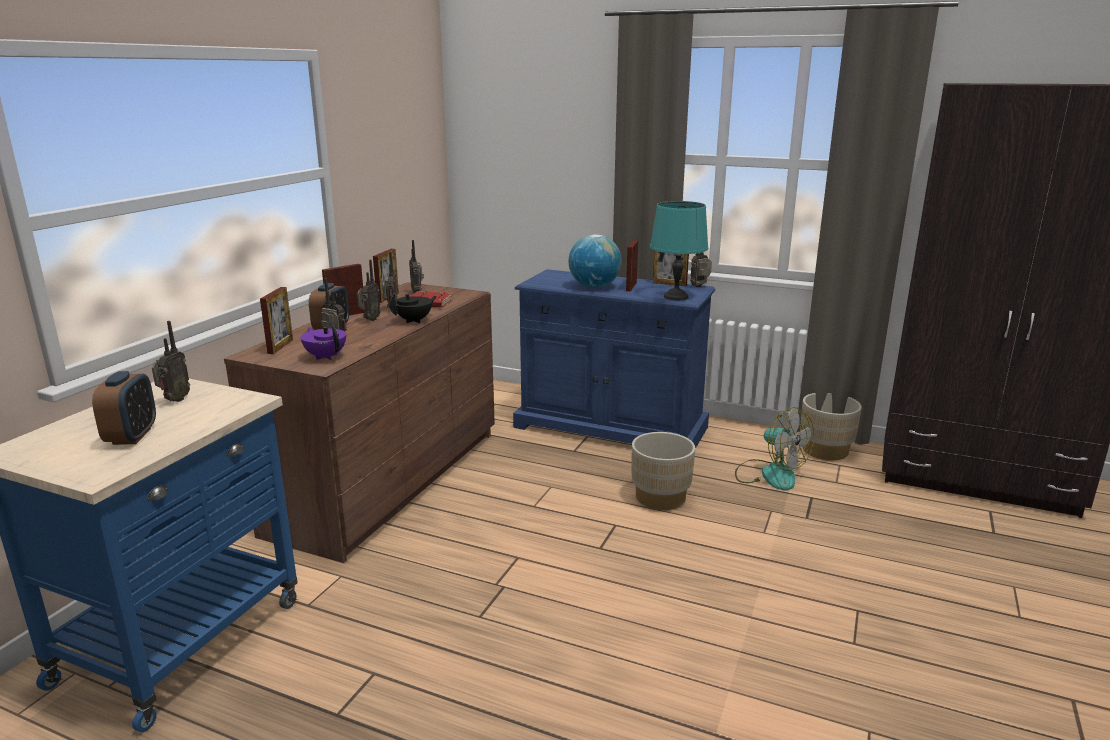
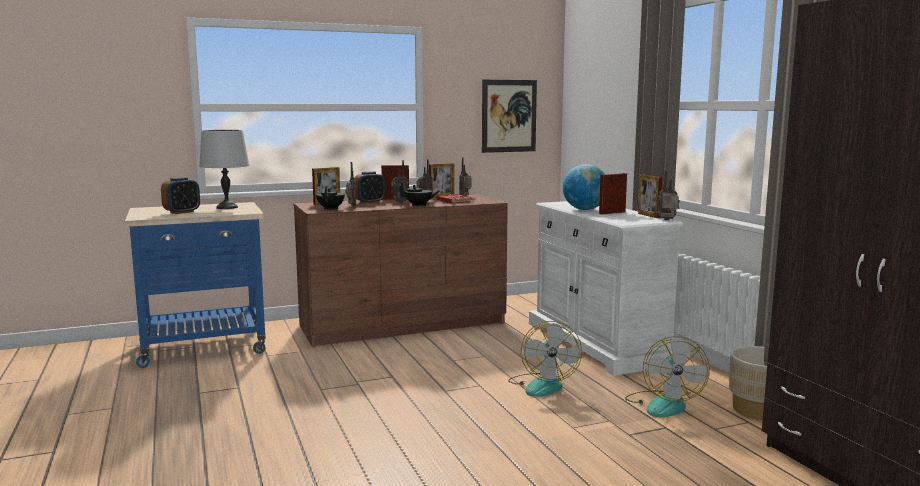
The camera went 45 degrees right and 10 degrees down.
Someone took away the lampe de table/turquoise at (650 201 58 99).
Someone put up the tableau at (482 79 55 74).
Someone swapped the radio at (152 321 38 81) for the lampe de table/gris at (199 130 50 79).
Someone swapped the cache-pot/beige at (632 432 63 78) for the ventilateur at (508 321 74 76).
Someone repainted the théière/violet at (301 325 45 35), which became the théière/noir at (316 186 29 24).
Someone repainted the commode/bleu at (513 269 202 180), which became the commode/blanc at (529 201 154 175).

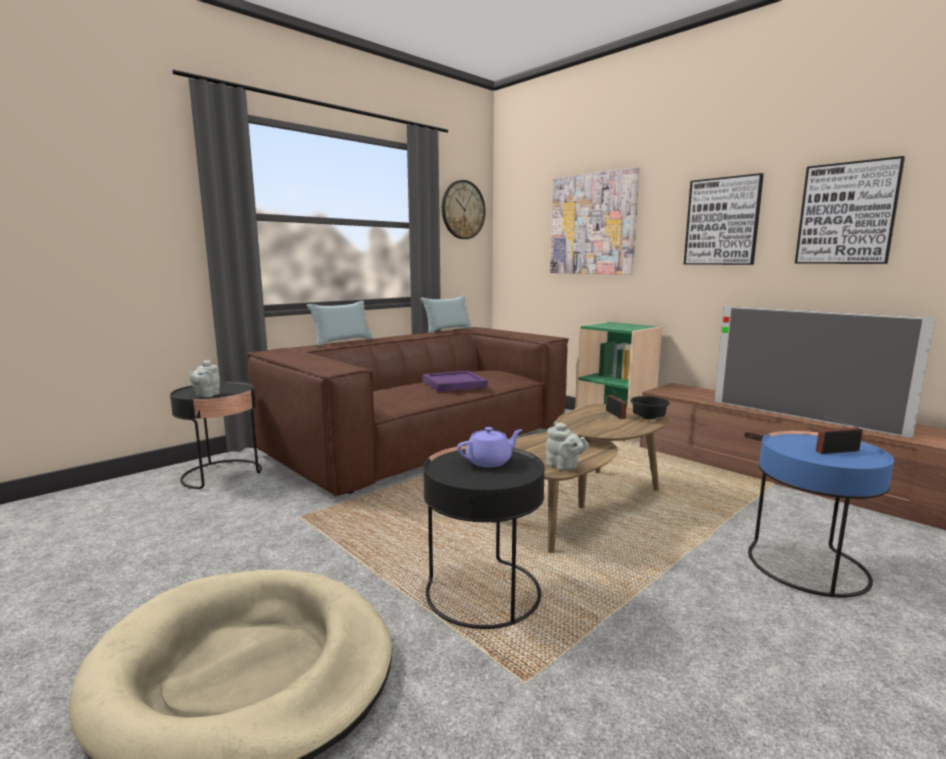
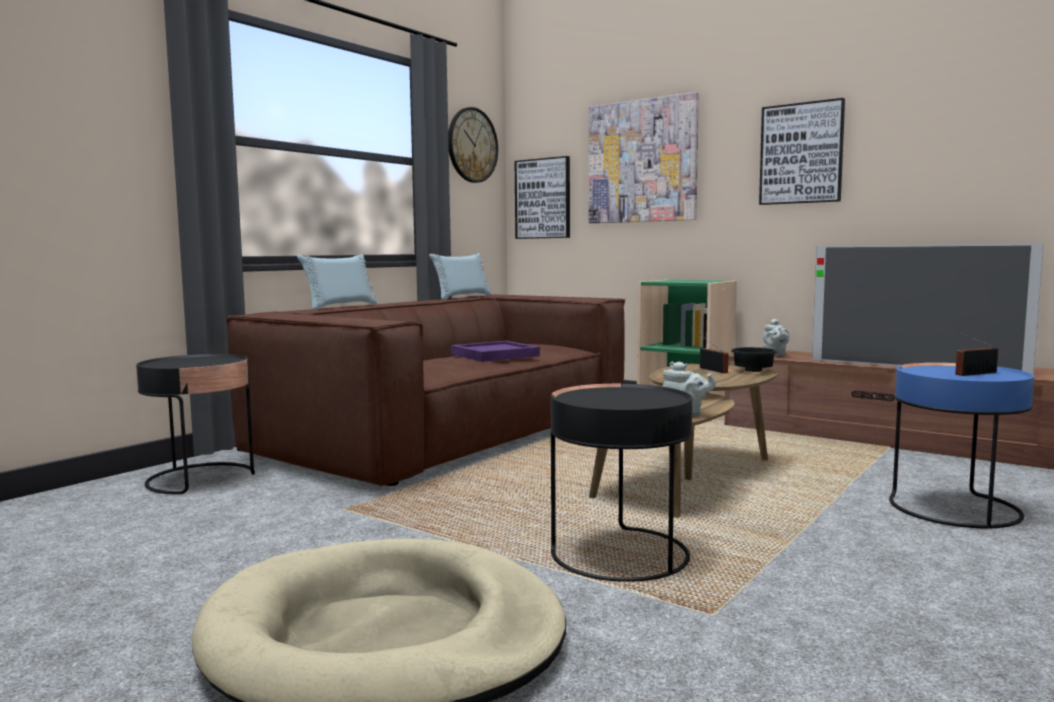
The camera went 10 degrees left and 5 degrees down.
Someone took away the théière/violet at (457 427 65 41).
Someone carried the théière/gris from (188 360 32 38) to (763 319 27 37).
Someone carried the tableau from (795 156 110 108) to (515 156 55 83).

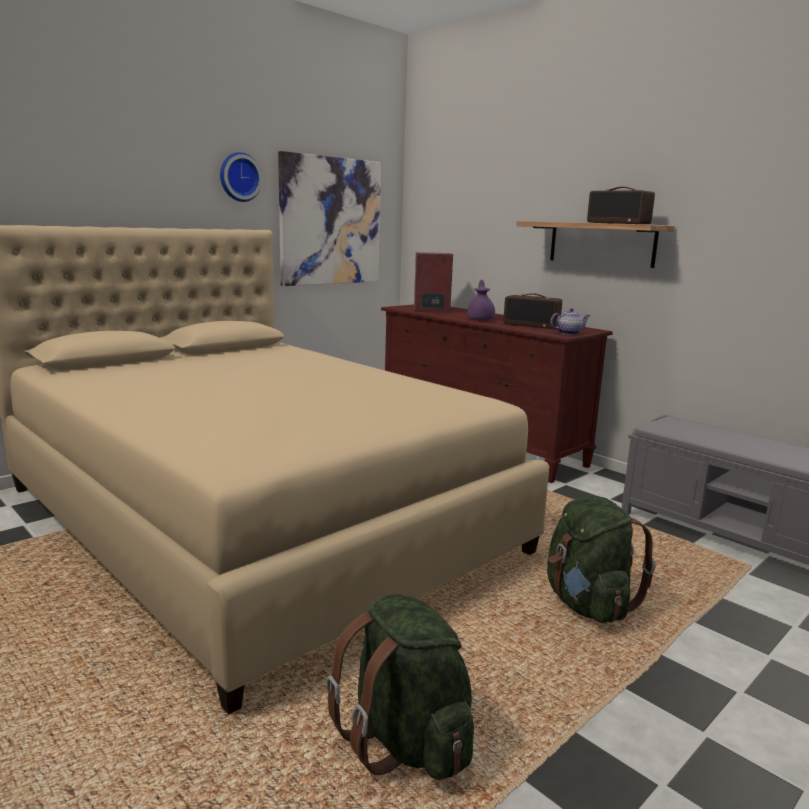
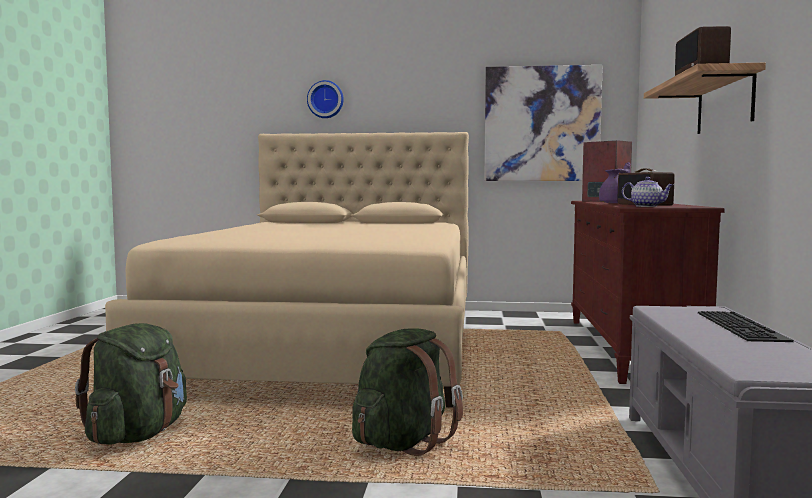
The camera went 50 degrees right and 10 degrees down.
Someone put down the clavier at (698 311 96 31).
Someone carried the horloge murale from (220 152 42 50) to (307 80 37 38).

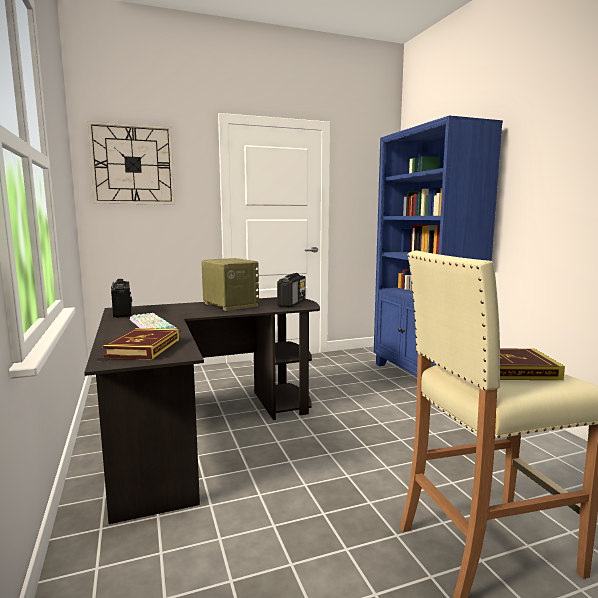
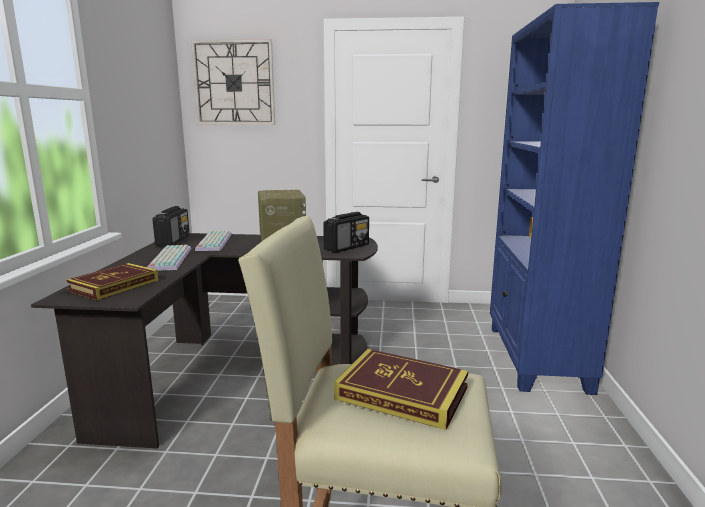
The camera went 25 degrees right and 5 degrees up.
Someone put down the clavier at (195 230 37 21).

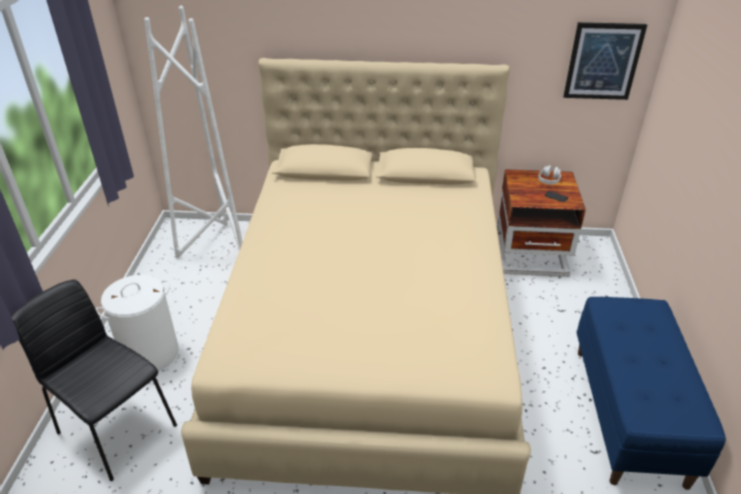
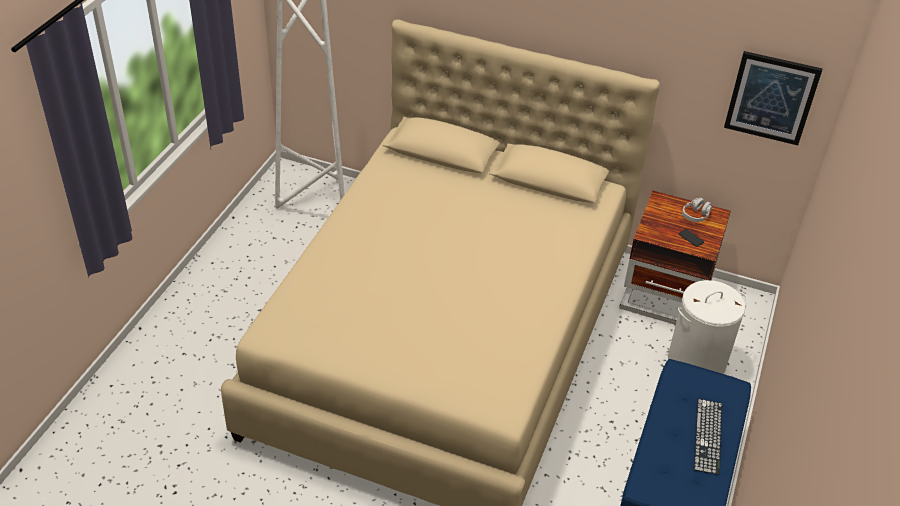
The camera went 15 degrees right and 5 degrees up.
Someone took away the chaise/noir at (11 280 166 201).
Someone put down the clavier at (694 399 28 76).
Someone carried the panier à linge/blanc from (96 275 83 96) to (668 280 80 94).

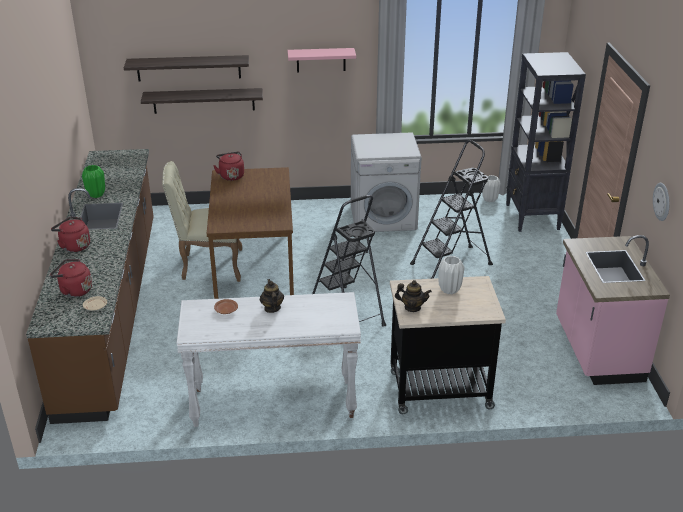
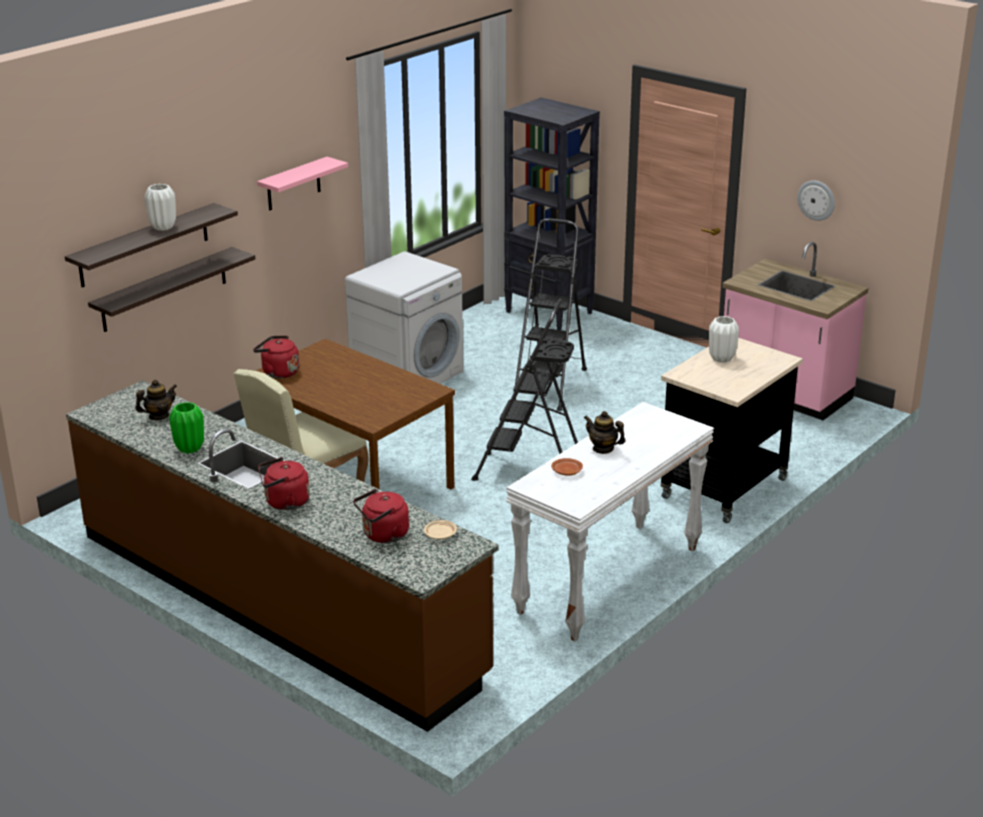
The camera went 45 degrees left and 5 degrees down.
Someone carried the théière from (395 280 37 32) to (135 380 42 40).
Someone carried the vase/blanc from (483 175 17 27) to (144 184 32 47).

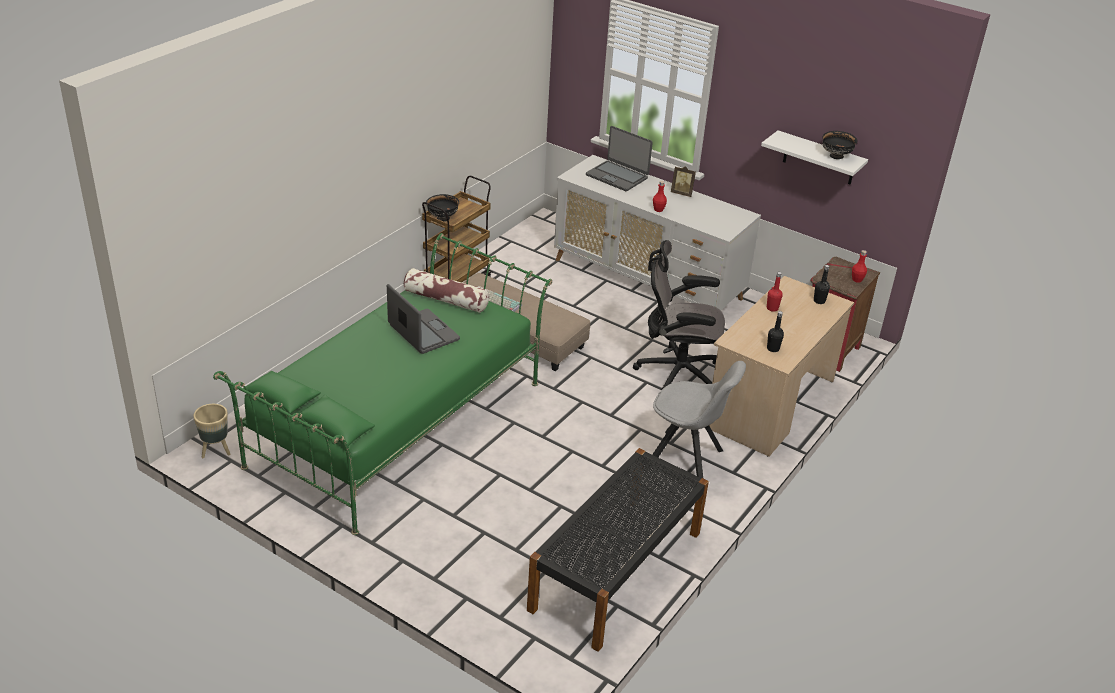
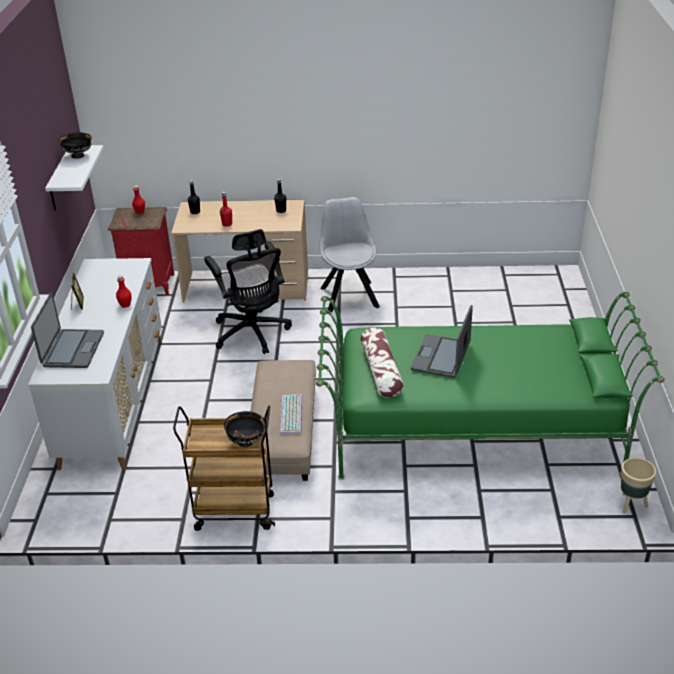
The camera went 120 degrees left and 0 degrees up.
Someone took away the banc/noir at (527 448 182 204).

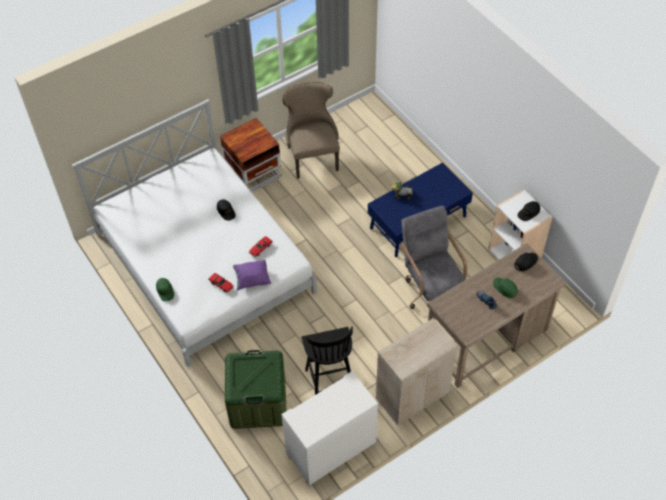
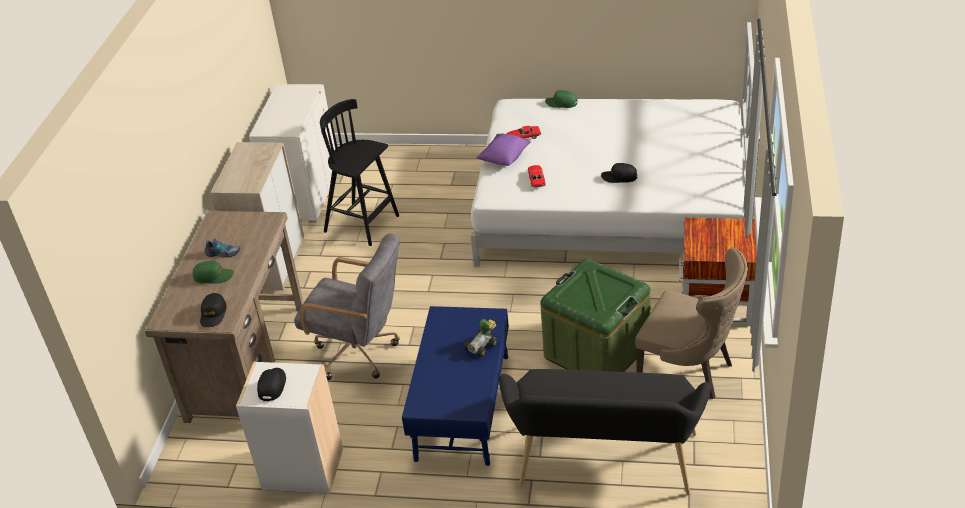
The camera went 135 degrees right and 15 degrees down.
Someone put down the banc/noir at (499 369 212 126).
Someone carried the boîte de rangement/vert from (225 350 61 79) to (540 259 111 113).

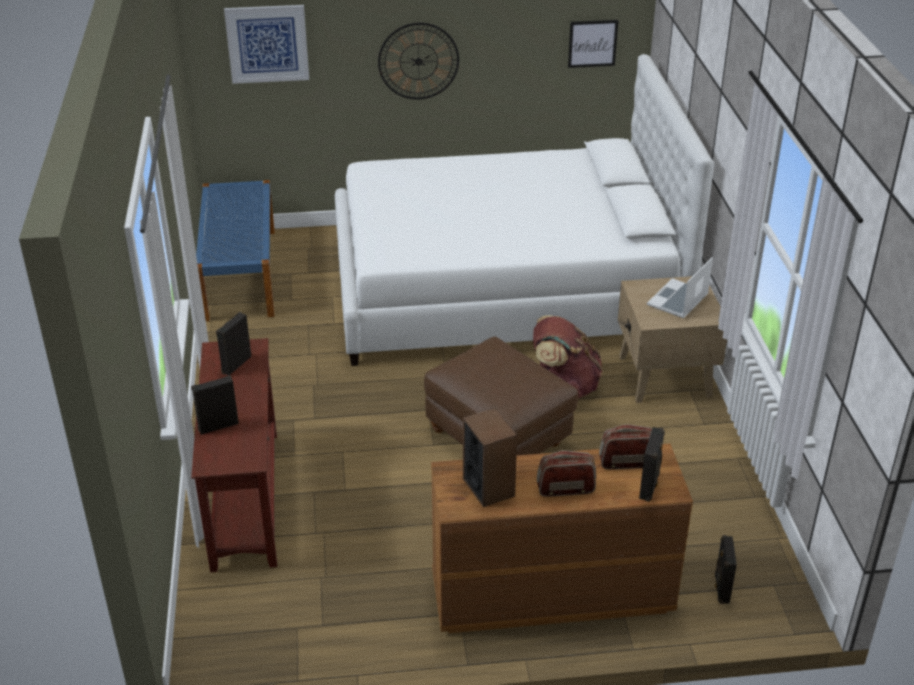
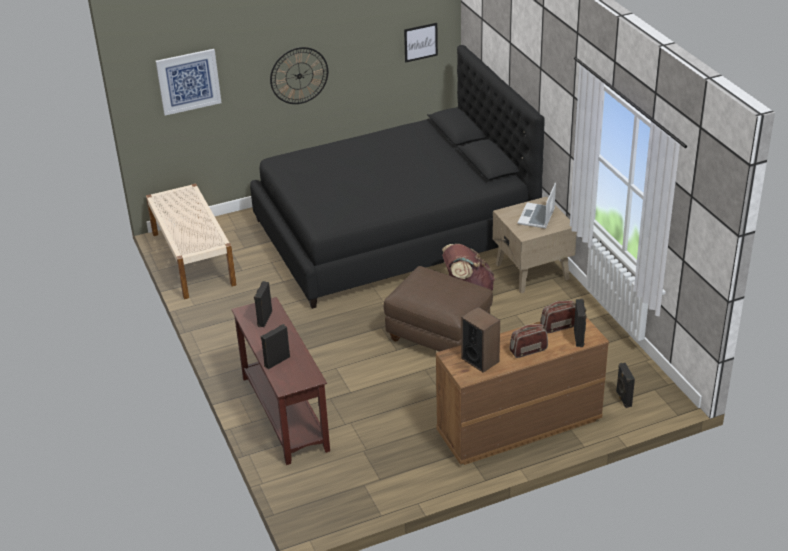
The camera went 15 degrees left and 0 degrees up.
Someone repainted the banc/bleu at (196 180 79 142), which became the banc/beige at (146 183 91 116).
Someone repainted the lit/blanc at (335 54 379 312), which became the lit/noir at (250 45 295 264).

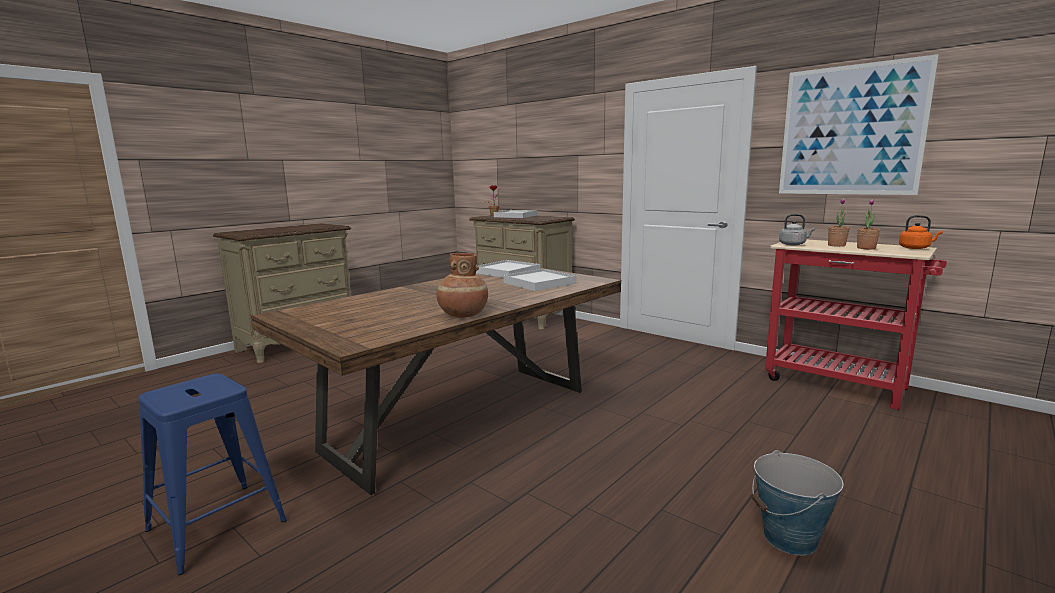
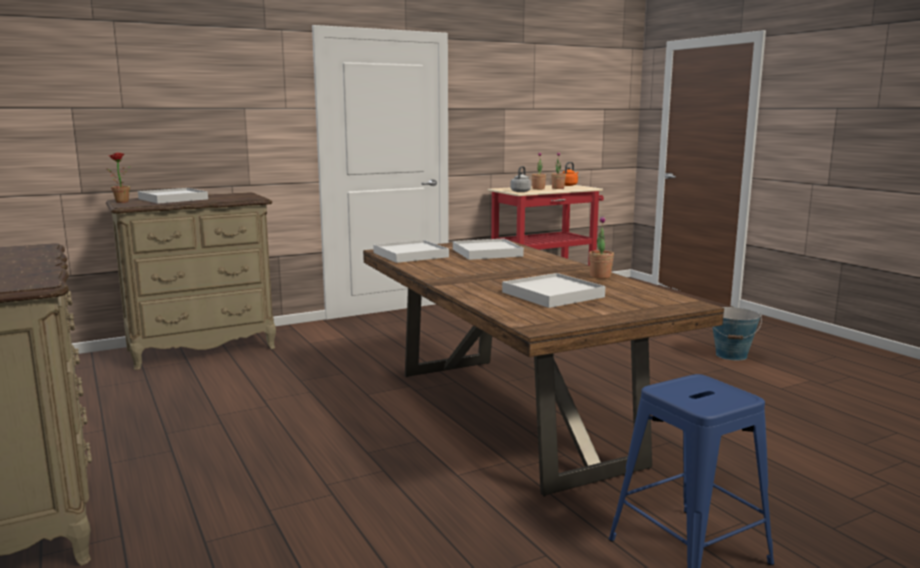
The camera went 70 degrees left and 0 degrees up.
Someone took away the tableau at (779 54 160 141).
Someone put down the plateau/blanc at (502 273 103 35).
Someone swapped the vase/marron at (436 253 52 65) for the plante en pot at (589 216 25 63).

